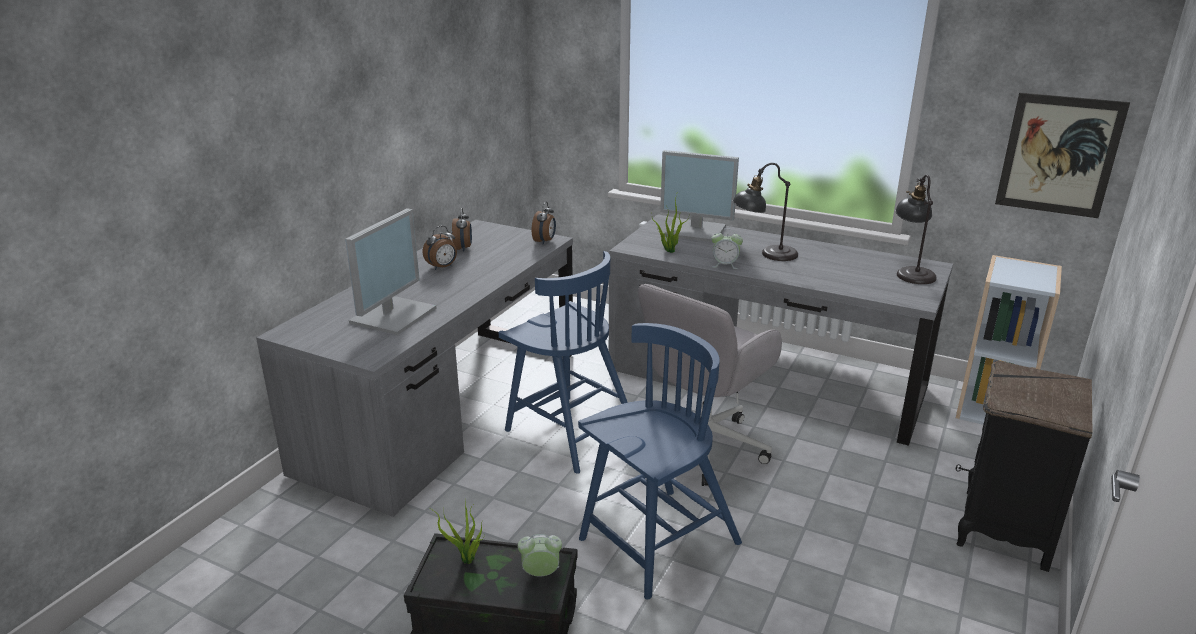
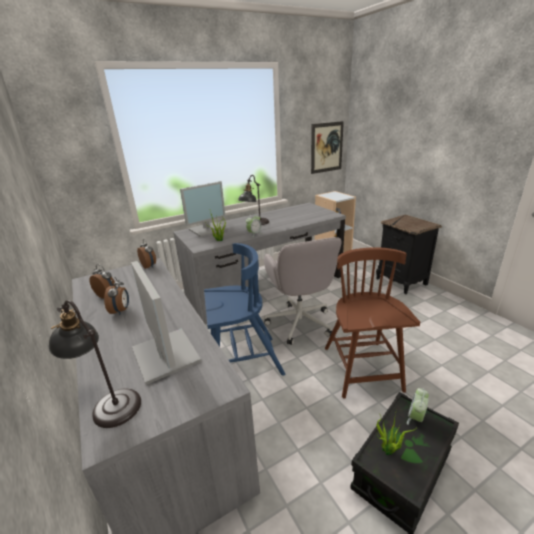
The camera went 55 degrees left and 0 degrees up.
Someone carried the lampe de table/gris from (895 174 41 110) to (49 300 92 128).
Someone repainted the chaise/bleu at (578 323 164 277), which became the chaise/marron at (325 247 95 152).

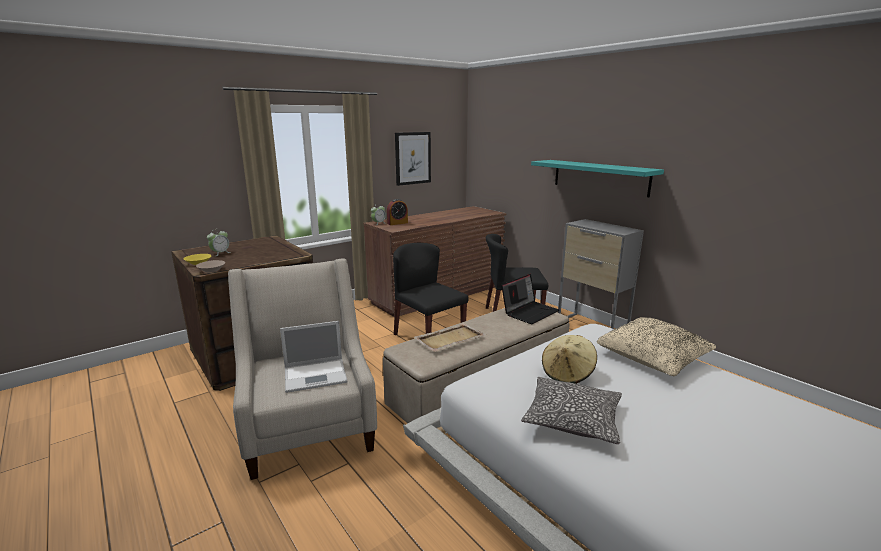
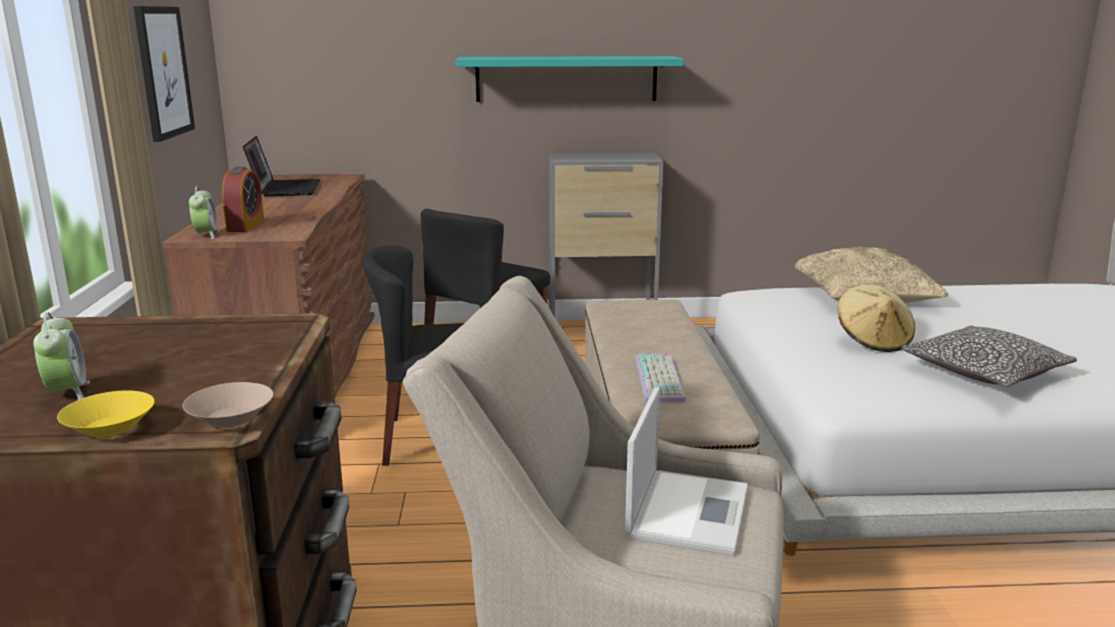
The camera went 55 degrees left and 0 degrees up.
Someone carried the ordinateur portable from (501 274 58 50) to (243 136 78 60).
Someone swapped the plateau/beige at (413 323 73 29) for the clavier at (635 354 51 48).

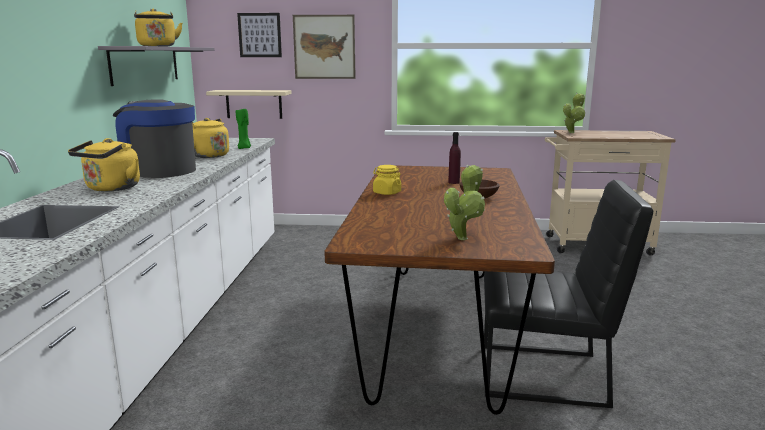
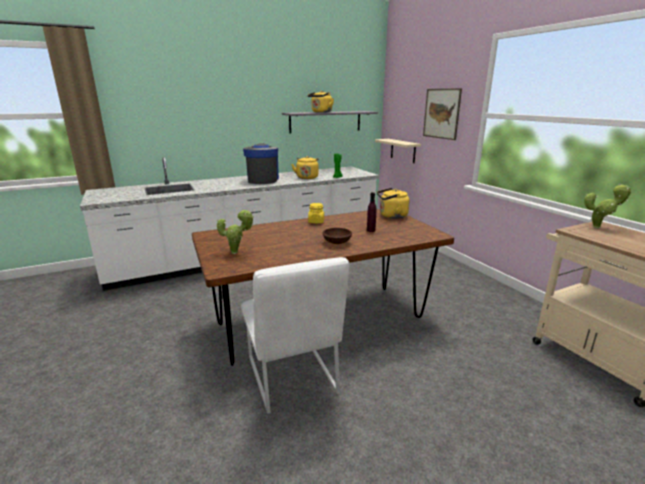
The camera went 60 degrees right and 5 degrees up.
Someone took away the tableau at (237 13 45 44).
Someone carried the bouilloire/jaune from (68 138 72 54) to (377 188 33 31).
Someone repainted the chaise/noir at (484 180 169 228), which became the chaise/blanc at (241 257 108 157).

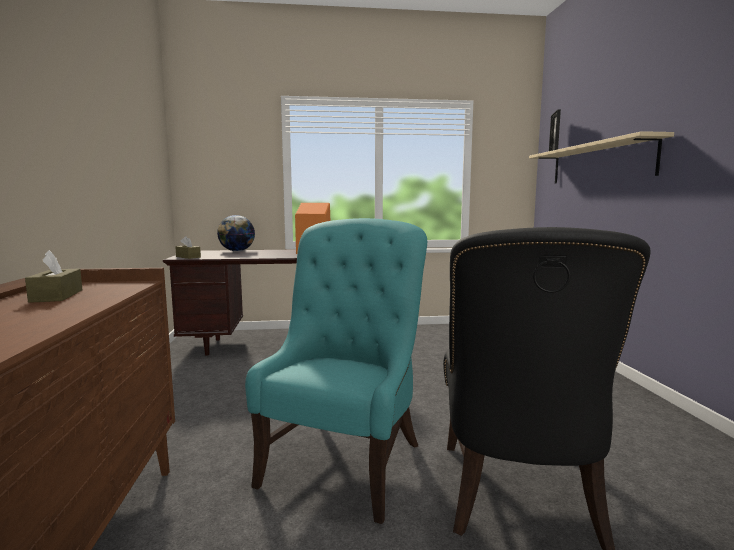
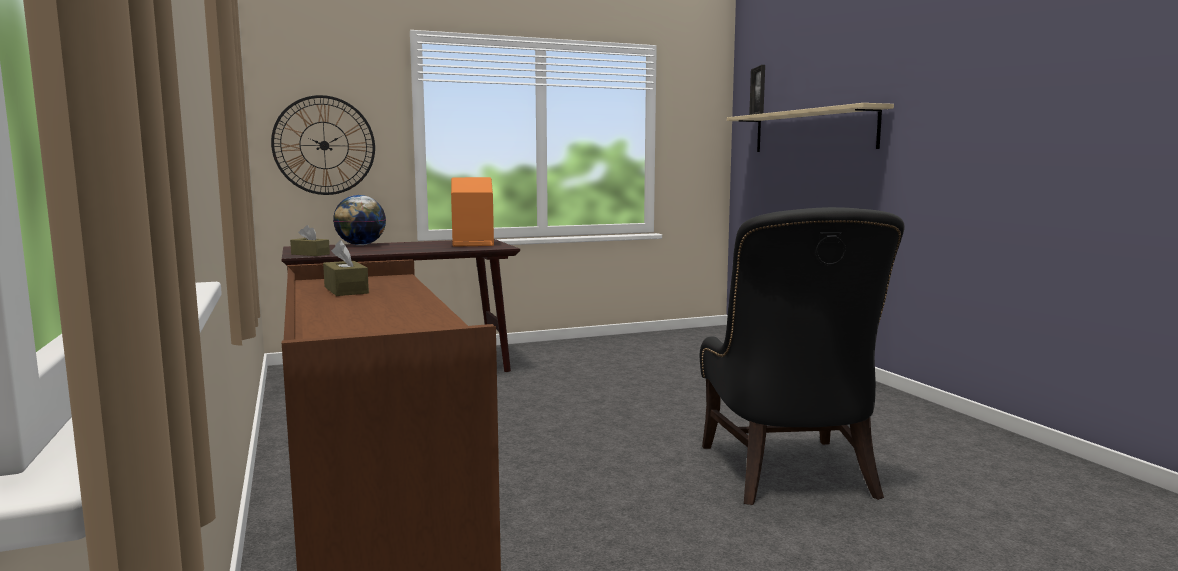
The camera went 15 degrees left and 0 degrees up.
Someone took away the chaise/turquoise at (245 218 182 306).
Someone put up the horloge murale at (271 95 104 100).

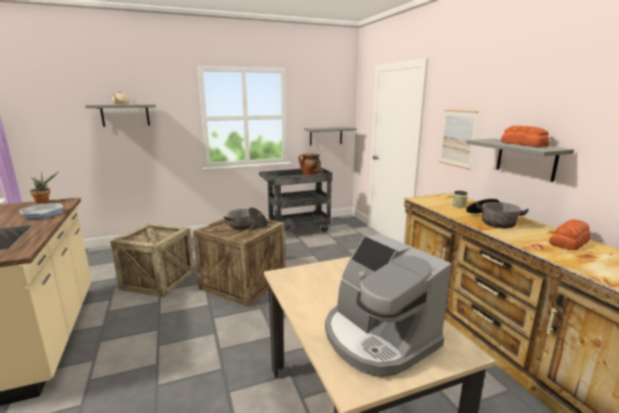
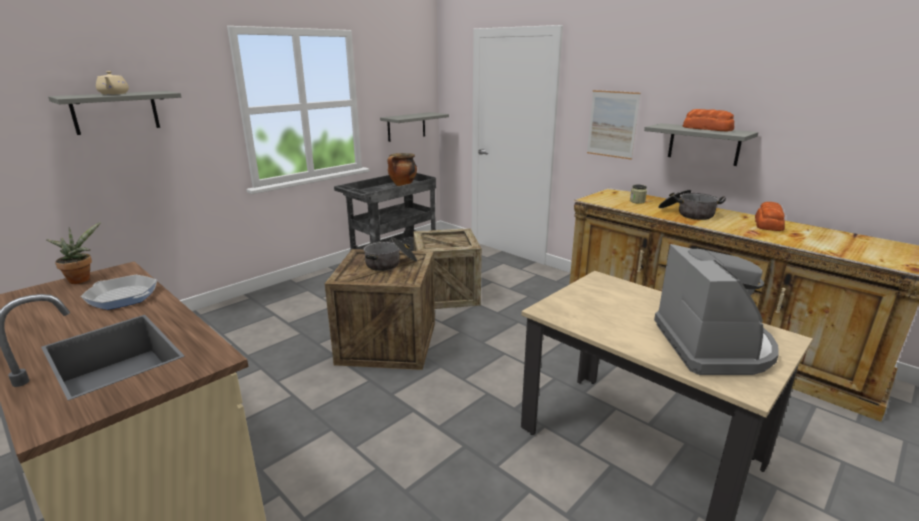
The camera went 25 degrees left and 5 degrees up.
Someone carried the caisse from (110 223 85 75) to (413 228 69 81).
Someone rotated the machine à café at (325 234 126 143) by 120 degrees counterclockwise.

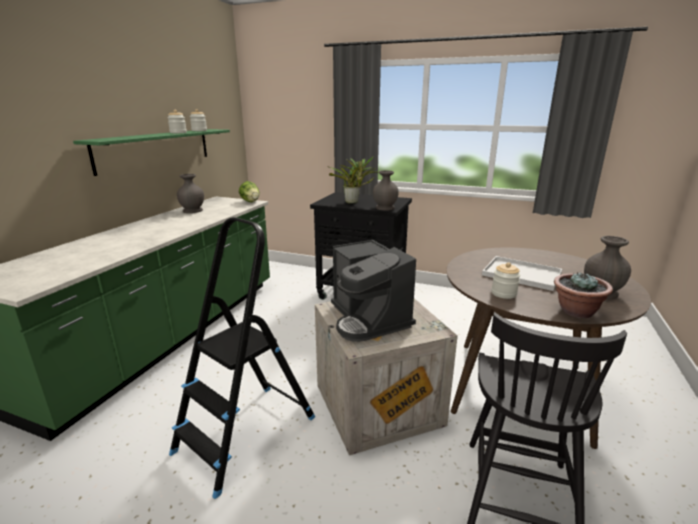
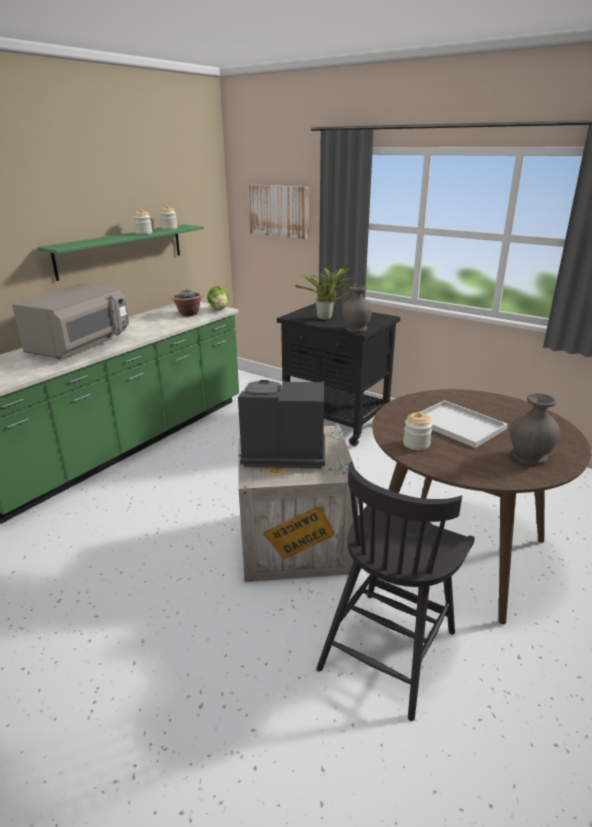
The camera went 15 degrees right and 5 degrees up.
Someone took away the escabeau/noir at (169 217 146 282).
Someone took away the vase/gris at (177 174 27 39).
Someone put down the micro-ondes/gris at (12 284 117 75).
Someone put up the tableau at (248 184 61 55).
Someone carried the plante en pot from (554 272 59 46) to (172 289 31 27).
Someone rotated the machine à café at (331 240 85 102) by 105 degrees clockwise.

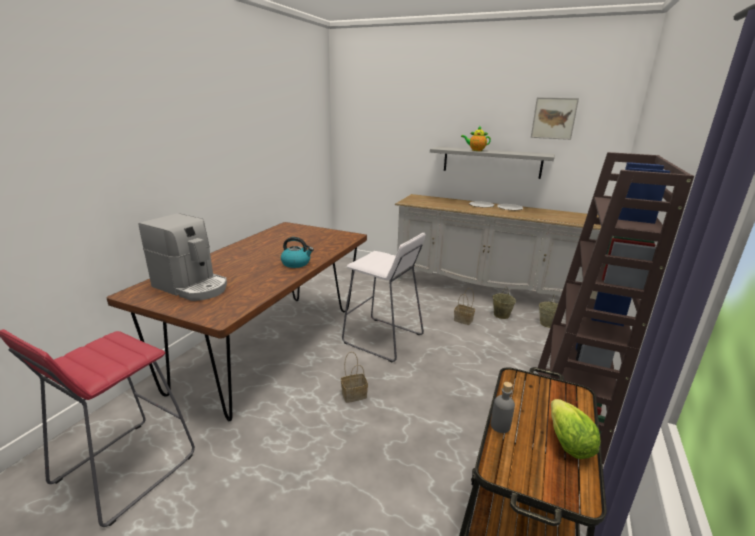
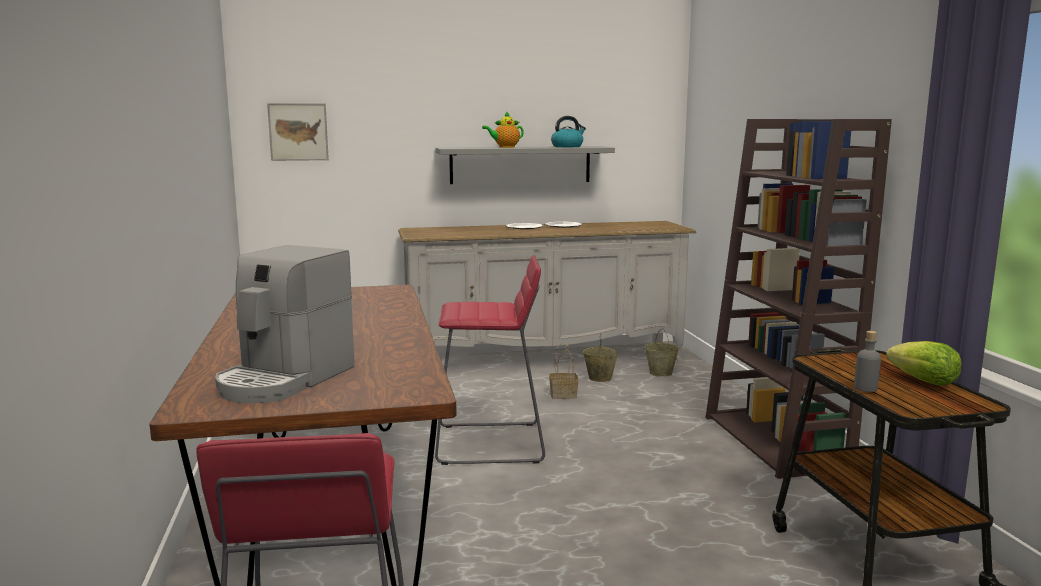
The camera went 35 degrees left and 10 degrees down.
Someone took away the panier at (341 352 27 51).
Someone carried the bouilloire from (281 237 33 31) to (551 116 35 31).
Someone carried the tableau from (531 97 48 43) to (267 103 62 58).
Someone repainted the tabouret/blanc at (342 233 84 130), which became the tabouret/rouge at (435 255 110 210).
Someone rotated the machine à café at (138 213 89 88) by 120 degrees clockwise.

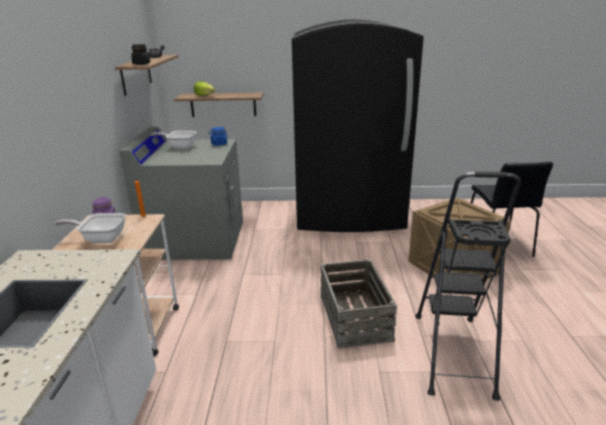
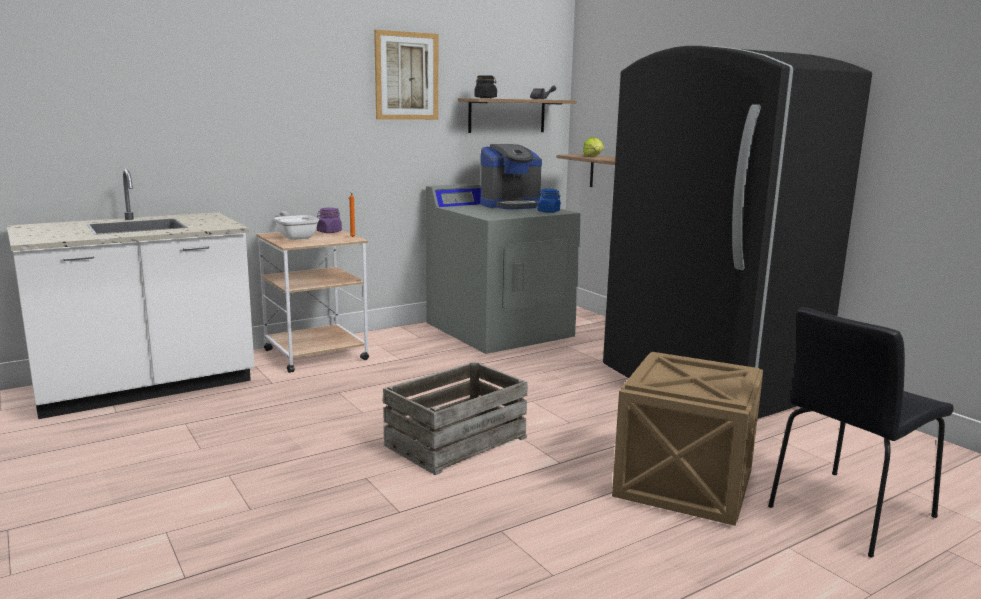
The camera went 55 degrees right and 10 degrees down.
Someone took away the escabeau at (415 171 106 230).
Someone put up the tableau at (374 30 64 90).
Someone swapped the poêle at (151 131 46 18) for the machine à café at (481 144 61 66).

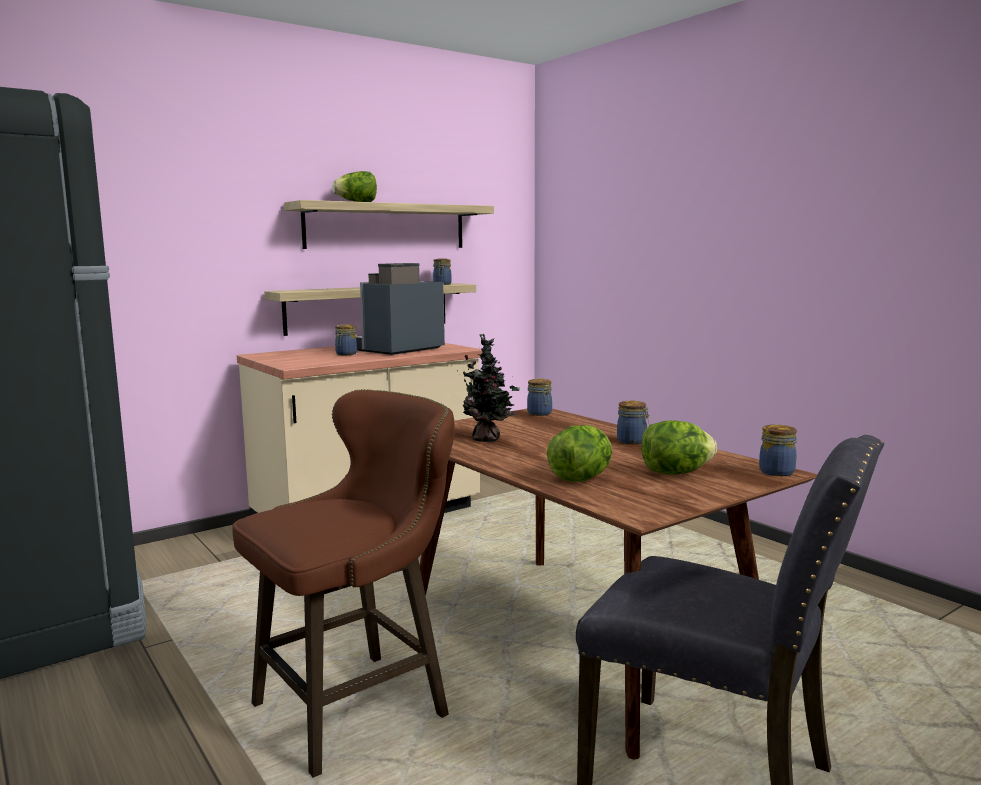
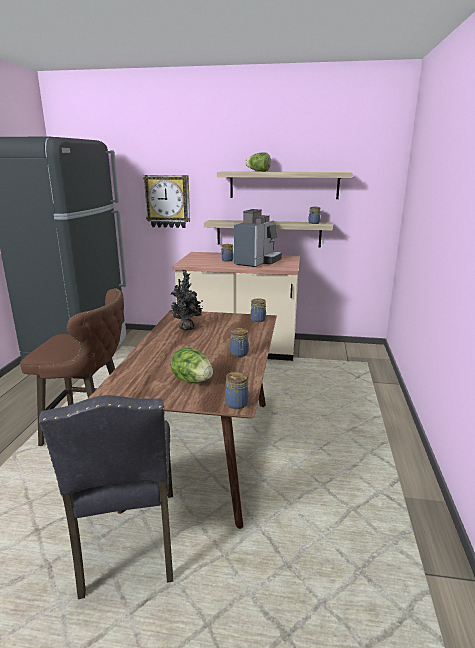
The camera went 45 degrees right and 10 degrees up.
Someone took away the laitue at (547 425 65 57).
Someone put up the horloge murale at (143 175 47 53).
Someone rotated the machine à café at (356 263 89 92) by 120 degrees clockwise.

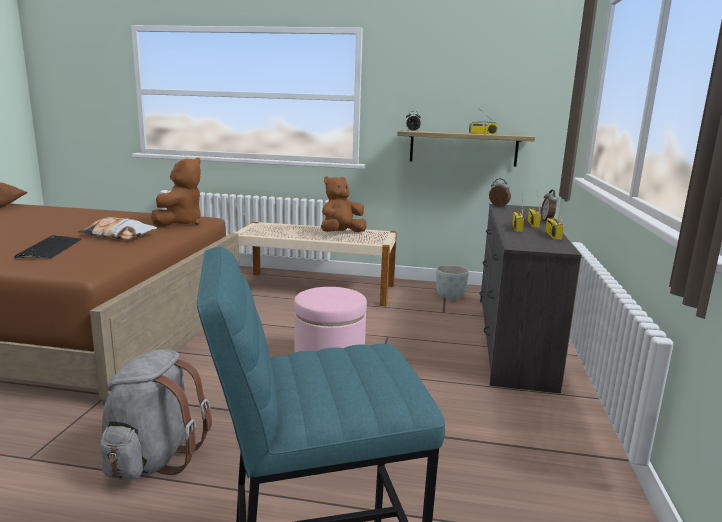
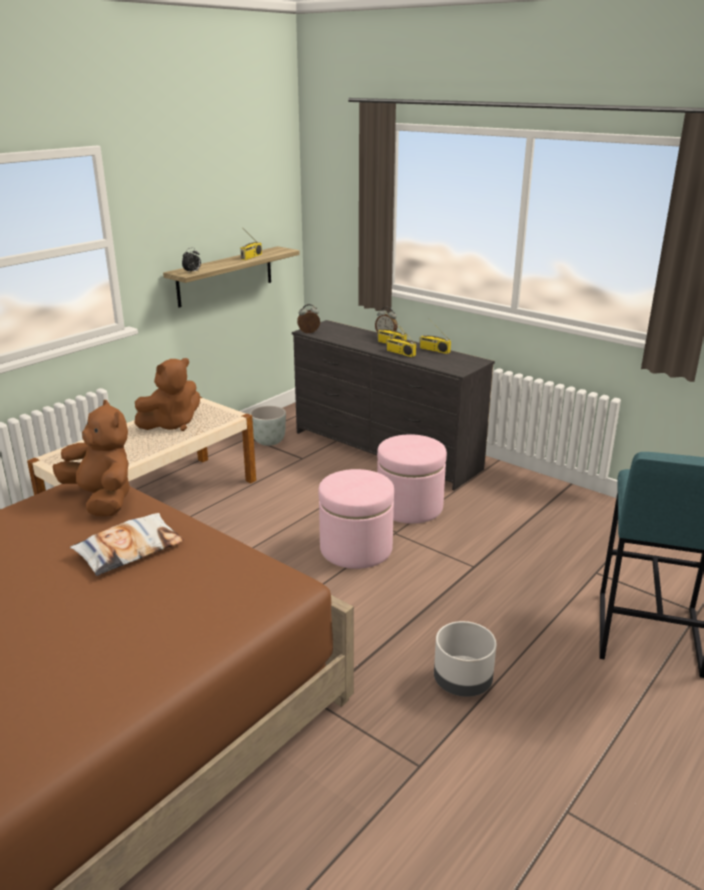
The camera went 60 degrees left and 10 degrees up.
Someone took away the clavier at (14 235 68 24).
Someone put down the pouf/rose at (377 434 70 90).
Someone swapped the sac à dos/gris at (100 349 112 130) for the cache-pot/gris at (434 621 63 76).
Someone rotated the peluche/marron at (321 176 45 56) by 120 degrees counterclockwise.

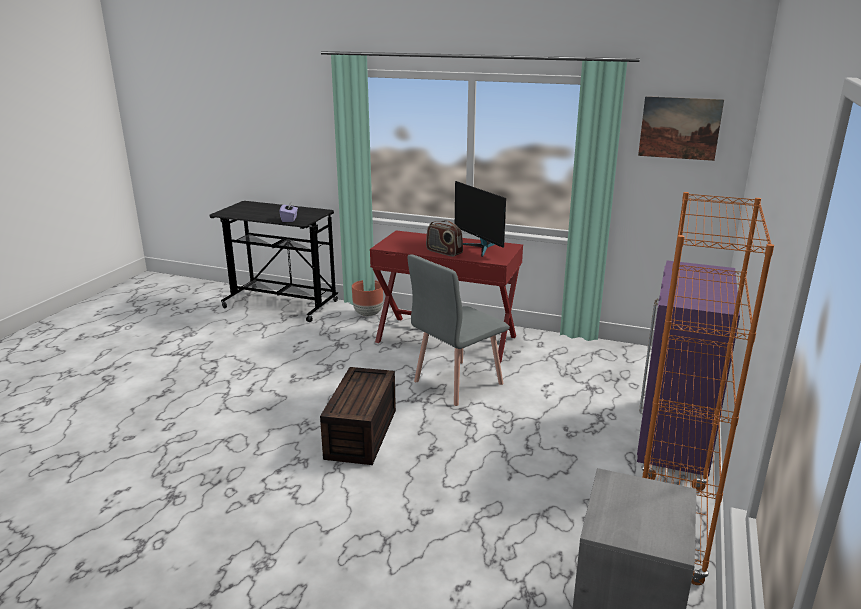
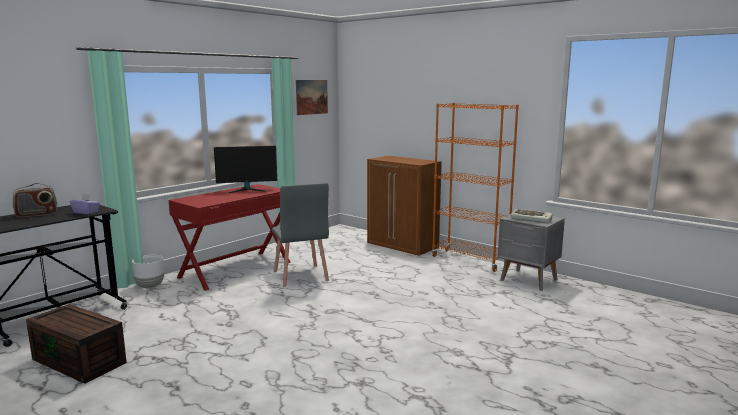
The camera went 70 degrees left and 10 degrees down.
Someone put down the clavier at (511 209 41 14).
Someone carried the boîte de rangement/marron from (320 367 76 98) to (26 304 101 80).
Someone carried the radio from (426 220 37 37) to (13 183 44 34).
Someone repainted the cache-pot/marron at (352 280 31 36), which became the cache-pot/blanc at (132 255 32 33).
Someone repainted the meuble de rangement/violet at (637 260 103 216), which became the meuble de rangement/marron at (367 156 75 100).

